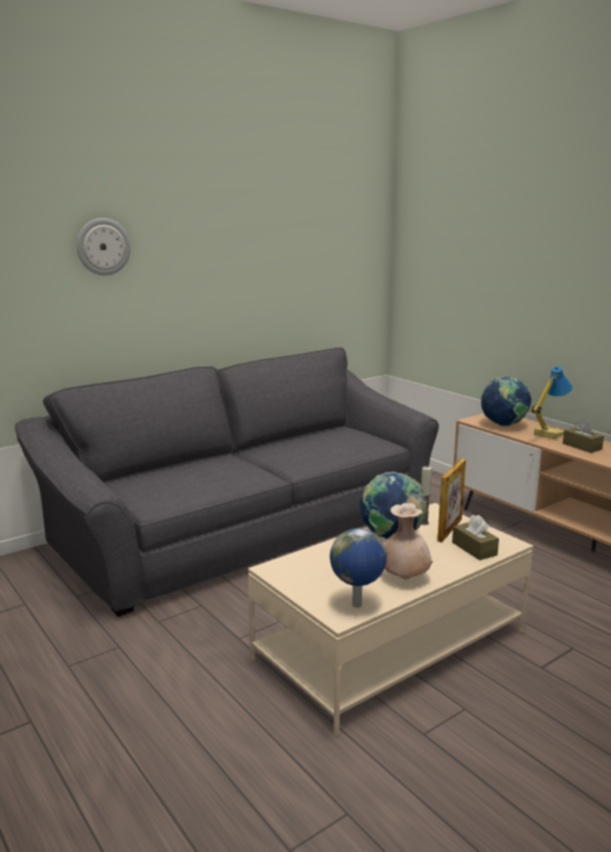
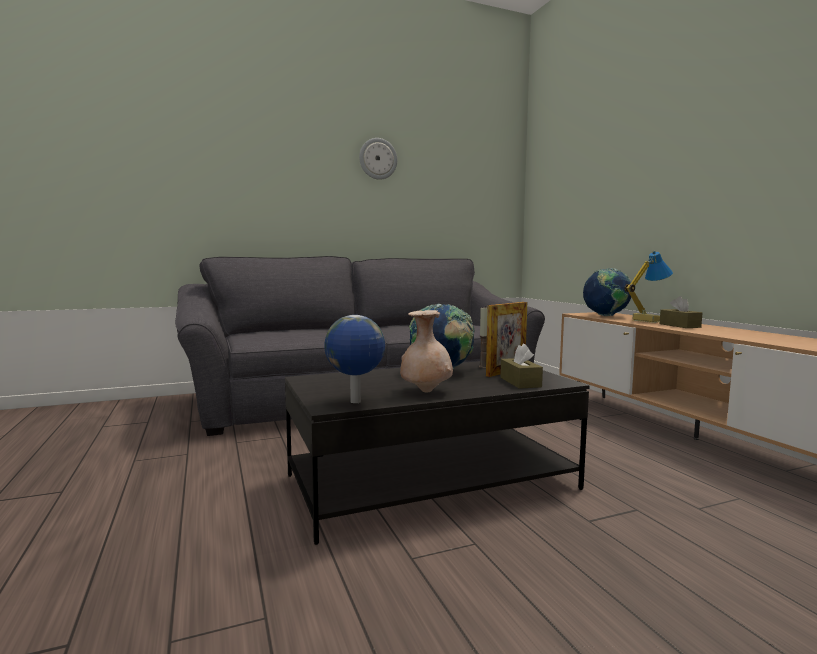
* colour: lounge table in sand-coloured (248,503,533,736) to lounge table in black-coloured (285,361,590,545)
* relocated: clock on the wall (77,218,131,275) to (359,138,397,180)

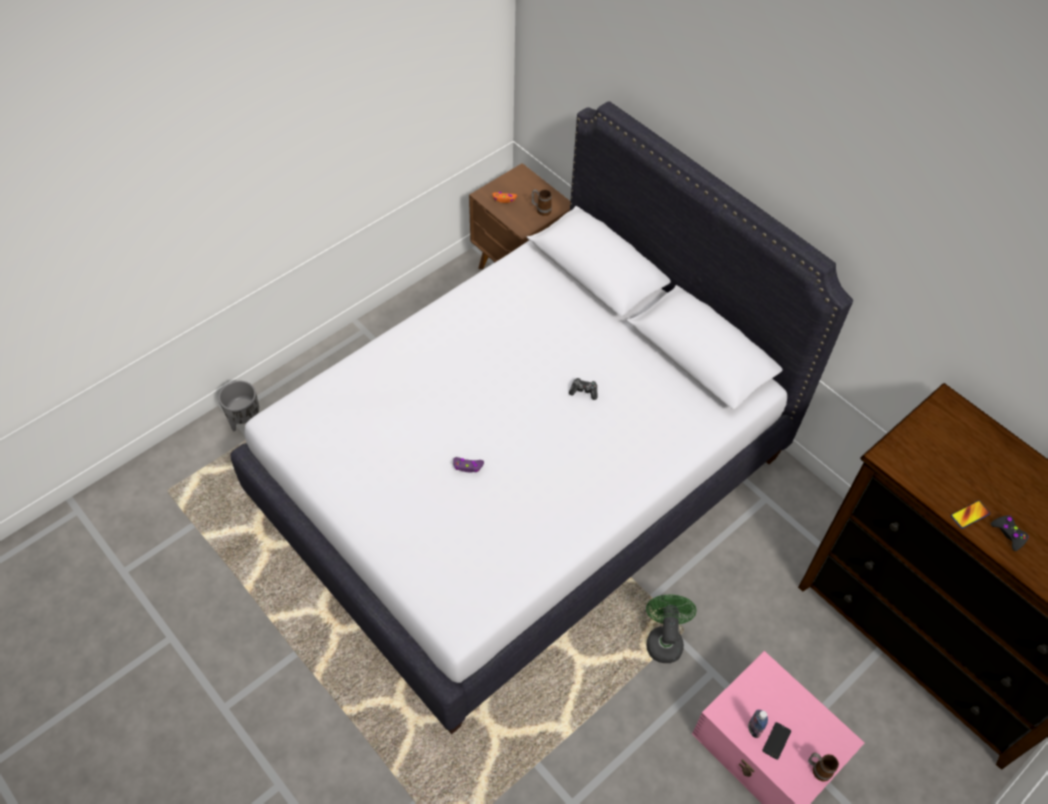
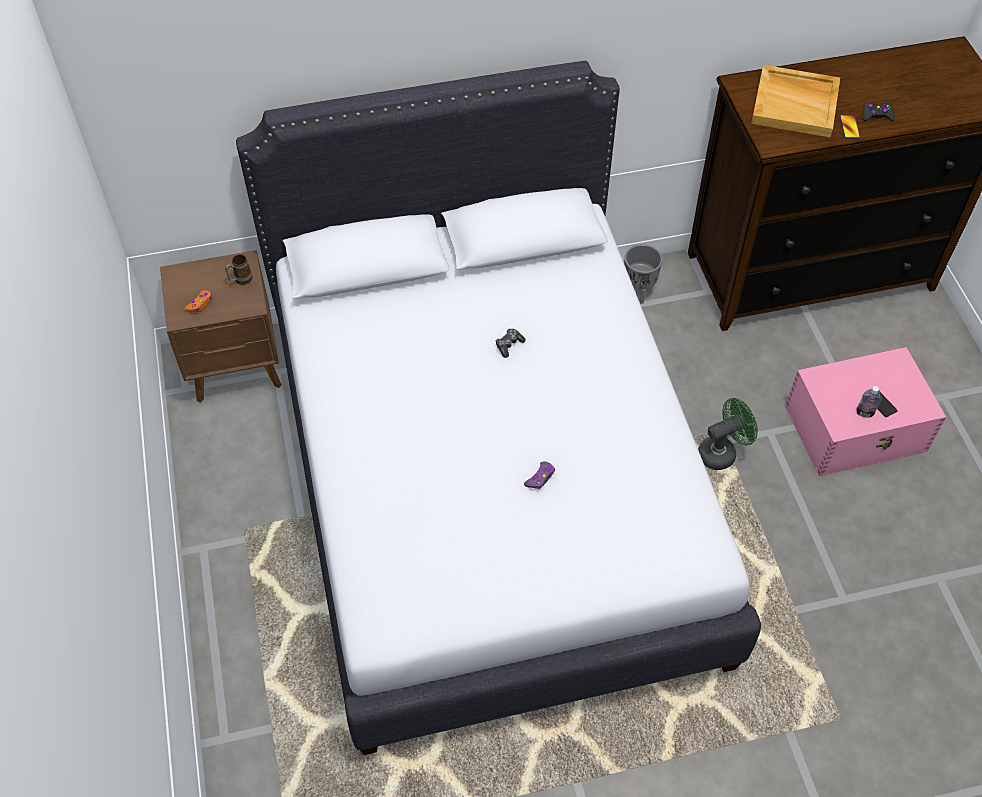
* relocated: flower pot in greyish (218,381,259,432) to (624,244,662,304)
* spun: electric fan in green (646,594,697,663) = (698,398,758,470) 120 degrees clockwise
* appeared: carrying tray in sand-coloured (751,65,840,137)
* missing: coffee mug (808,753,839,781)

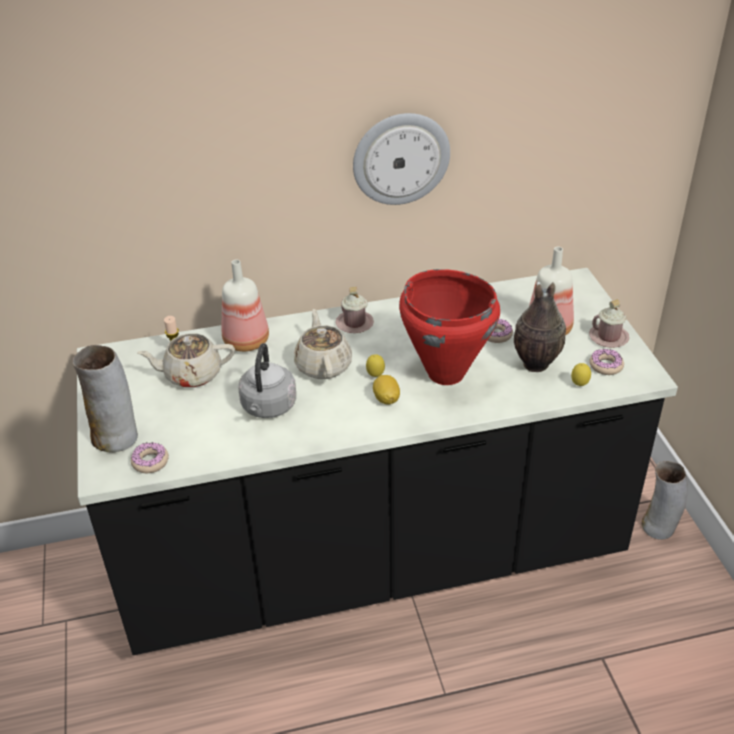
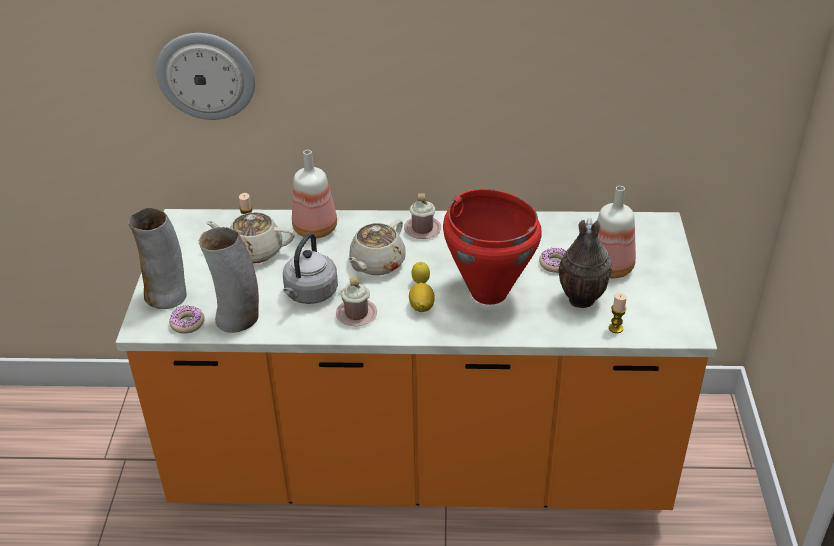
* colour: kitchen counter in black-coloured (77,268,678,655) to kitchen counter in orange (116,209,717,510)
* relocated: clock on the wall (353,113,450,205) to (156,33,255,120)
* relocated: vase (642,461,688,540) to (199,227,259,332)
* relocated: coffee mug in pink-coloured (589,299,629,348) to (336,277,377,326)
* spun: pot for tea in sand-coloured (294,309,352,379) = (346,219,406,275) 150 degrees counterclockwise
* exchanged: citrus fruit (571,363,591,386) to candle (609,293,627,333)
* missing: ring doughnut (590,349,624,375)

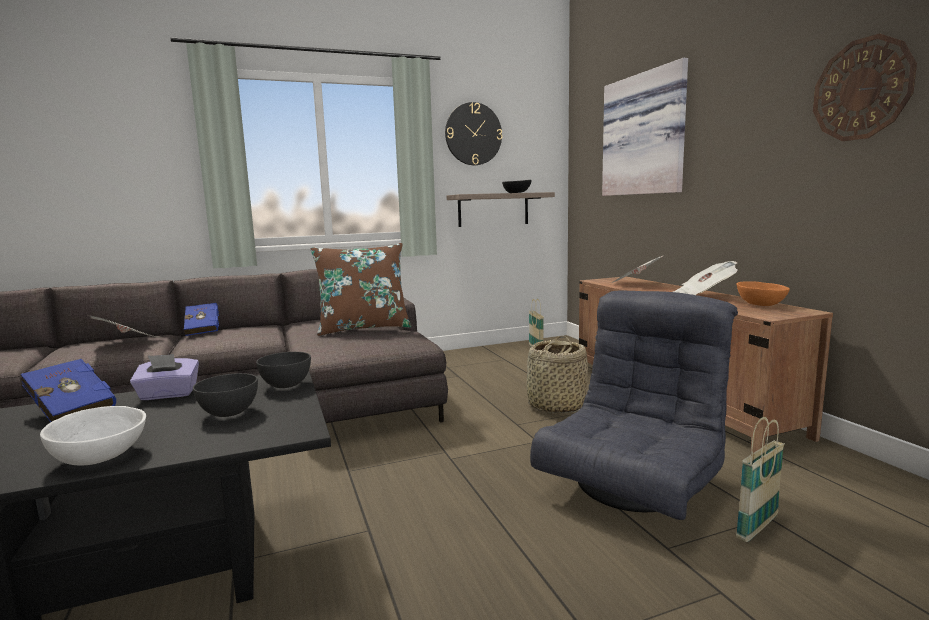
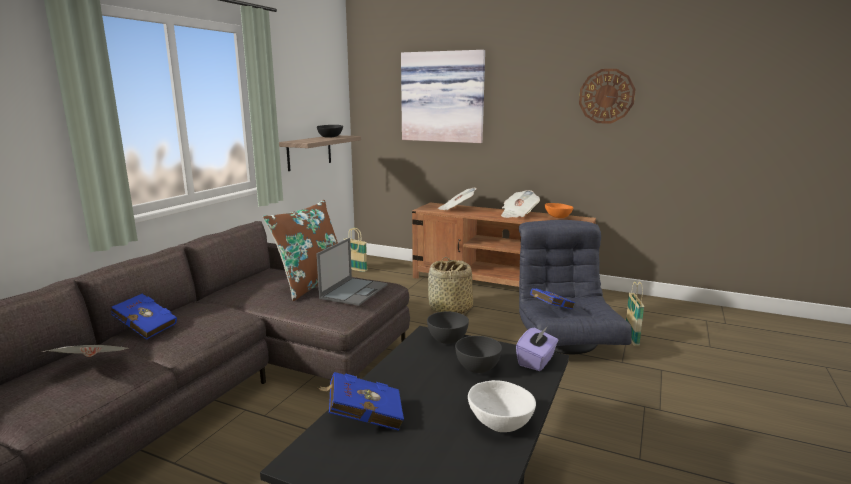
* appeared: laptop (316,238,387,306)
* relocated: tissue box in purplish (130,354,199,400) to (516,326,558,371)
* appeared: book in blue-coloured (530,288,575,309)
* missing: clock on the wall (445,102,502,165)

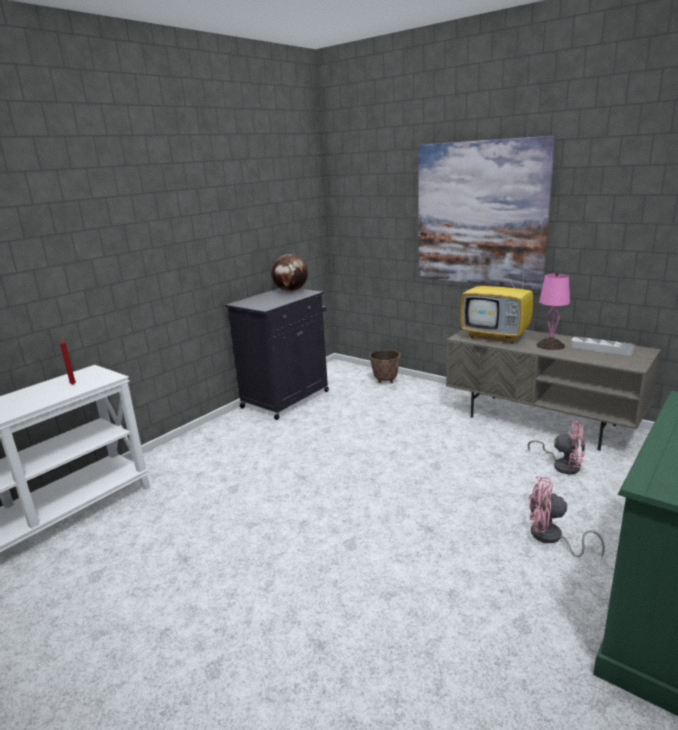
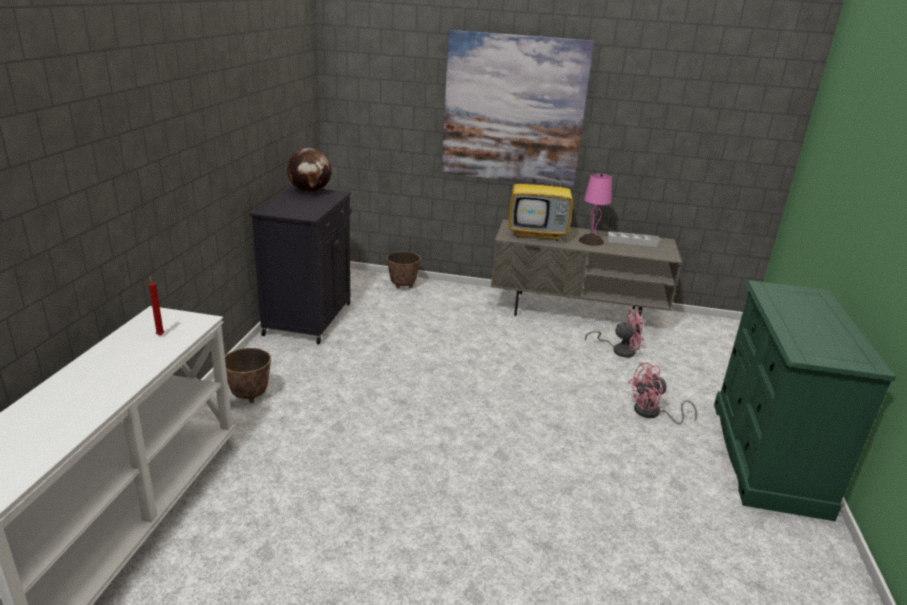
* appeared: flower pot (225,348,271,403)

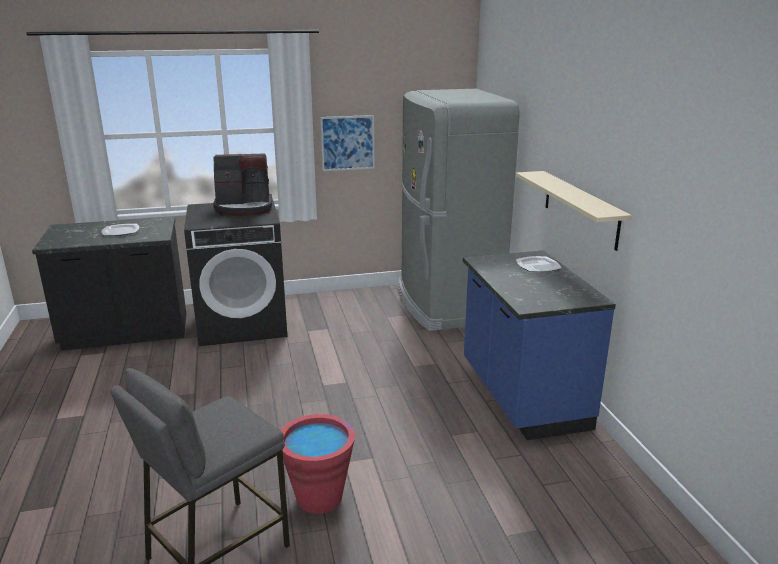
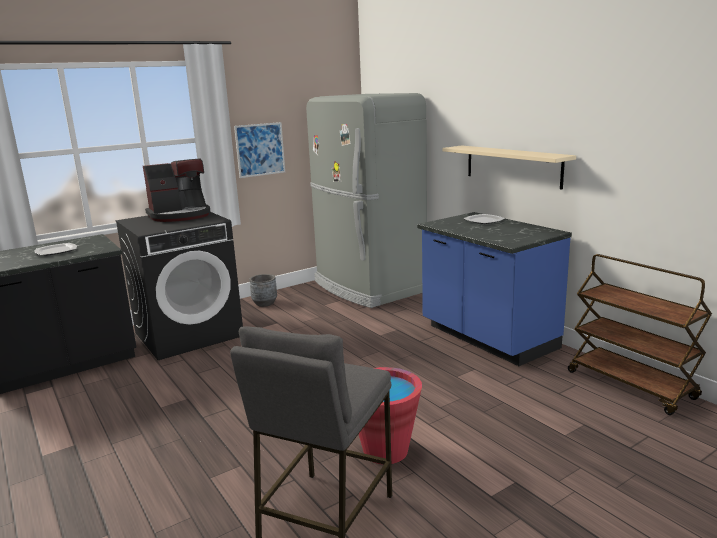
* appeared: flower pot in greyish (249,274,277,307)
* appeared: cart in brownish (568,254,712,415)

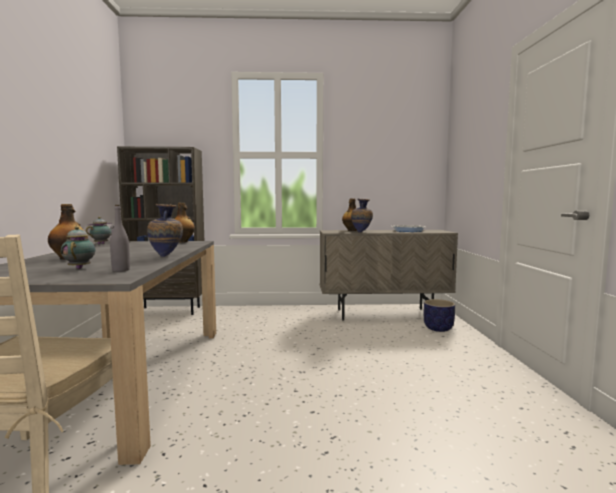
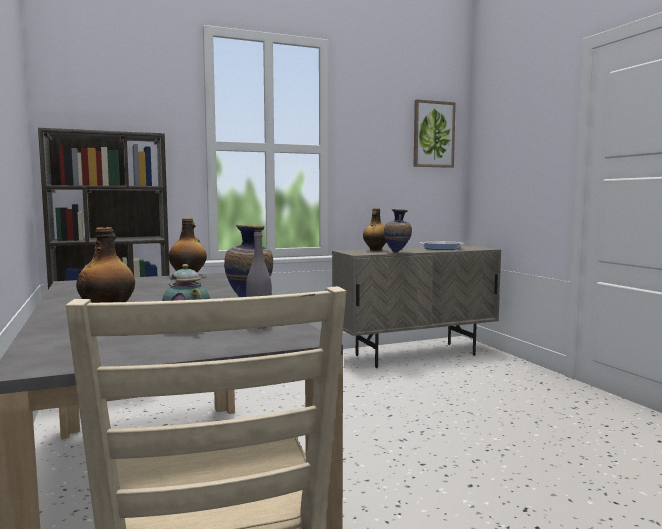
* appeared: wall art (414,99,456,168)
* missing: pot for tea (86,217,114,244)
* missing: flower pot (424,299,455,332)

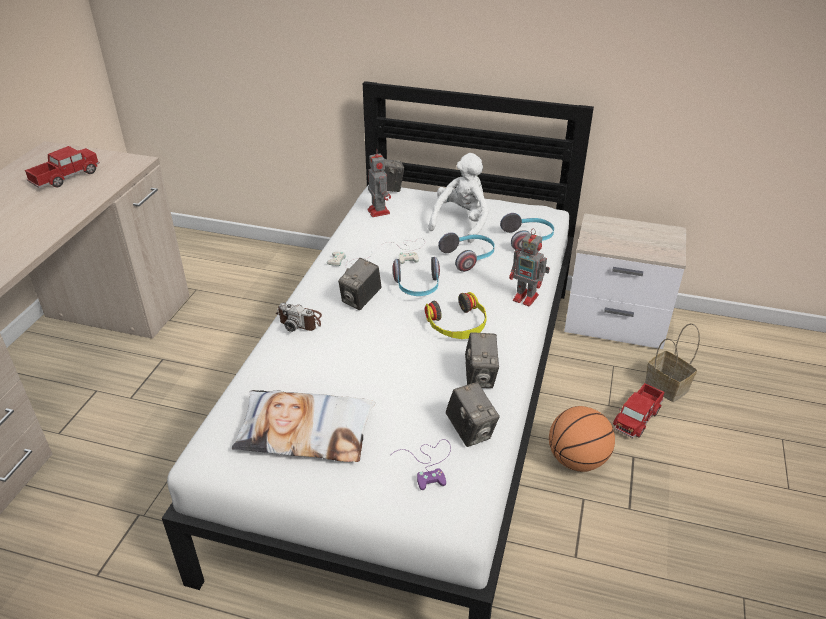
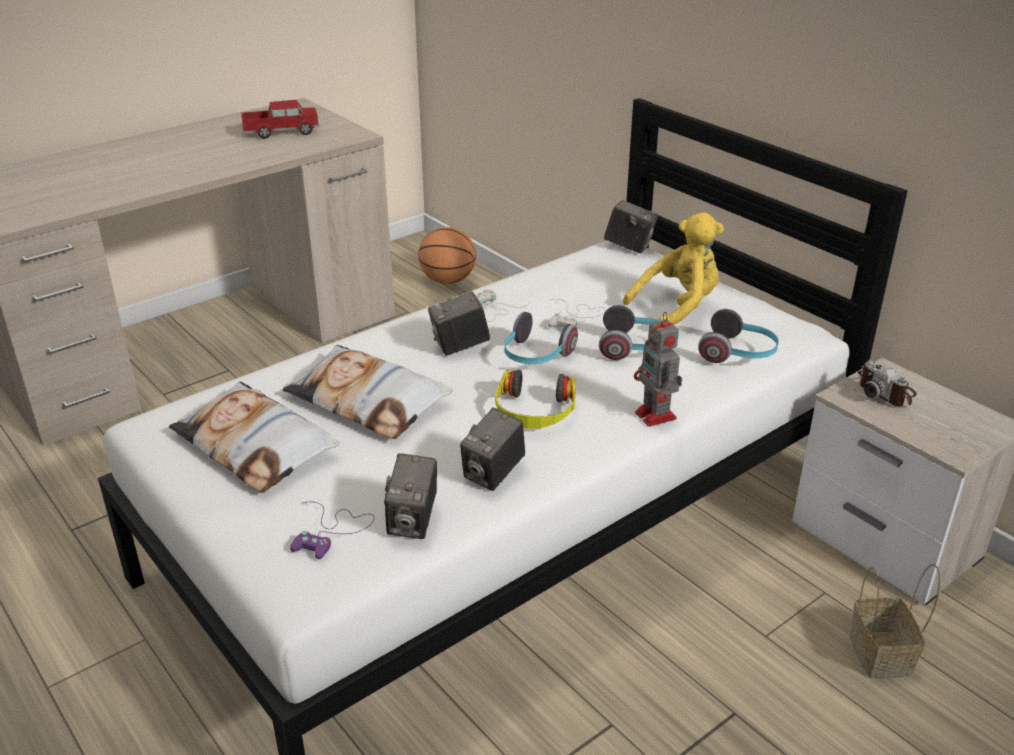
* appeared: pillow (283,345,453,439)
* relocated: basketball ball (549,406,615,472) to (418,227,476,284)
* colour: plush toy in white (428,153,489,243) to plush toy in yellow-coloured (623,212,724,325)
* relocated: photo camera (276,303,322,332) to (858,360,917,406)
* missing: robot figure (367,148,391,217)
* missing: model truck (613,383,665,438)

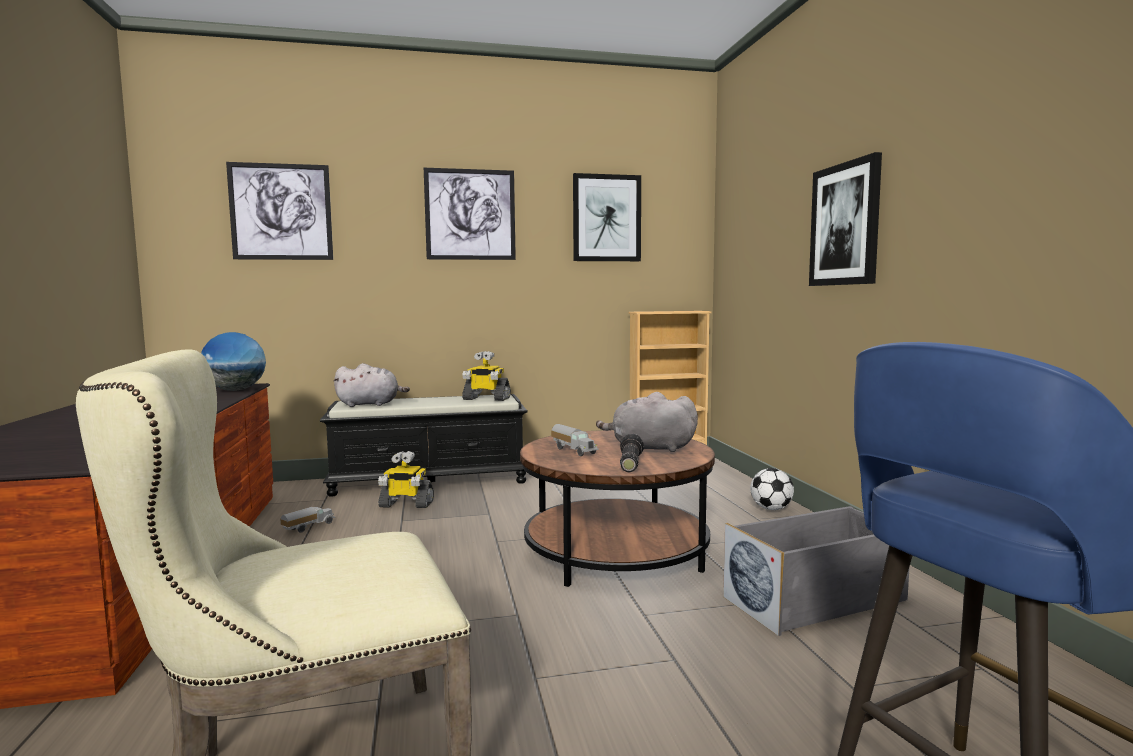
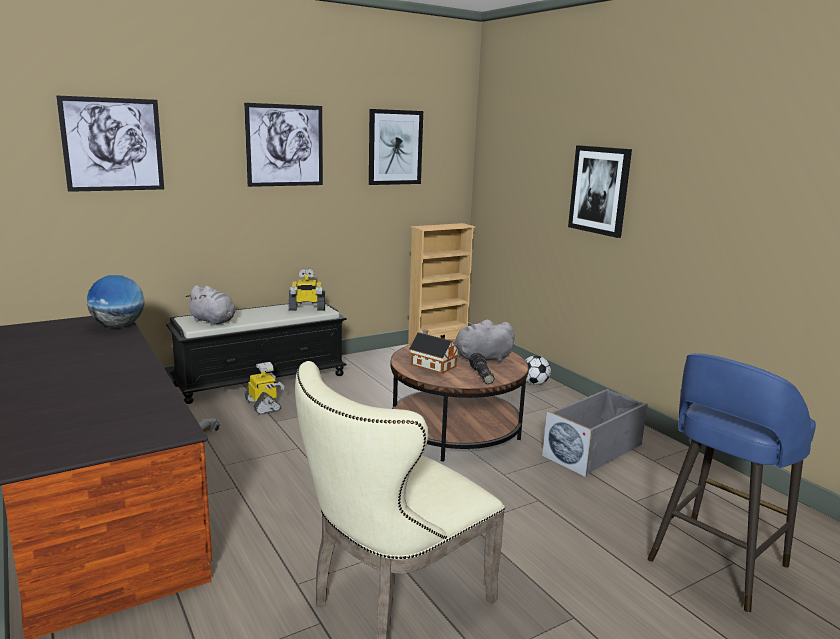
* spun: plush toy in greyish (333,363,410,407) = (186,285,236,326) 60 degrees clockwise
* spun: robot figure (378,451,434,508) = (245,362,285,415) 105 degrees counterclockwise
* exchanged: model truck (551,424,599,456) to model house (409,330,459,374)

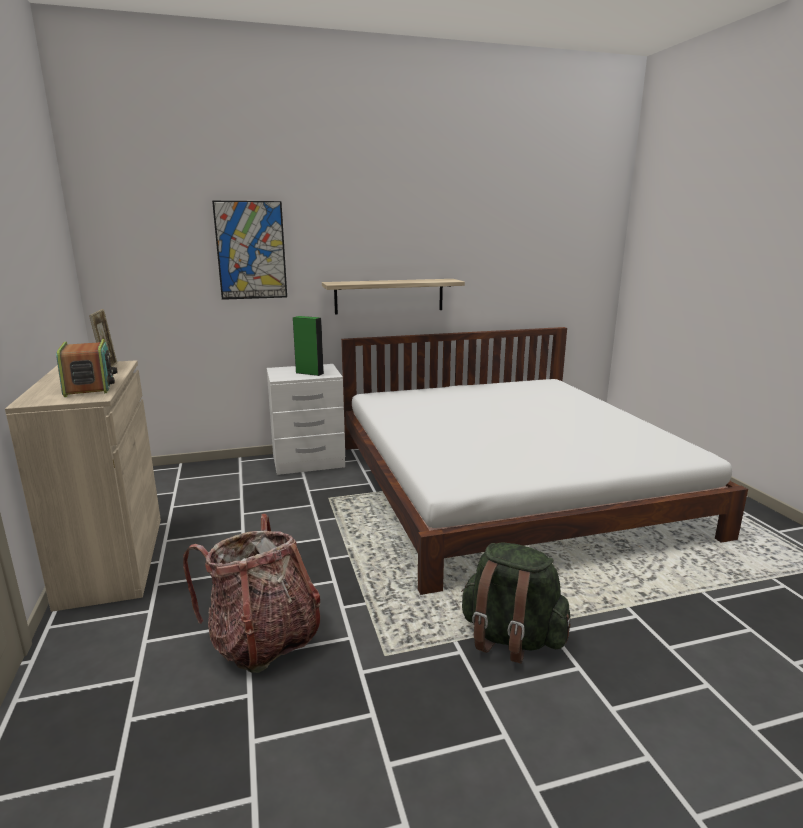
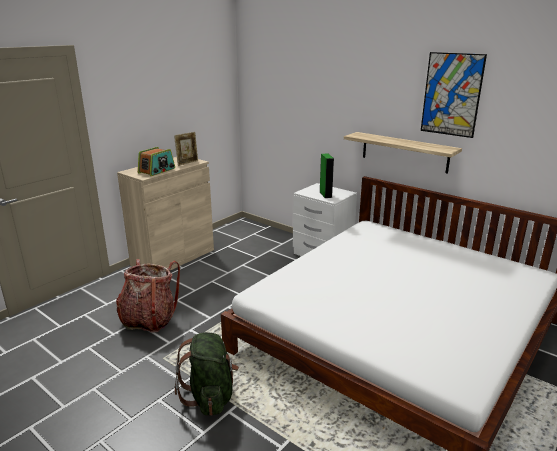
* relocated: wall art (212,201,287,300) to (421,52,487,138)

